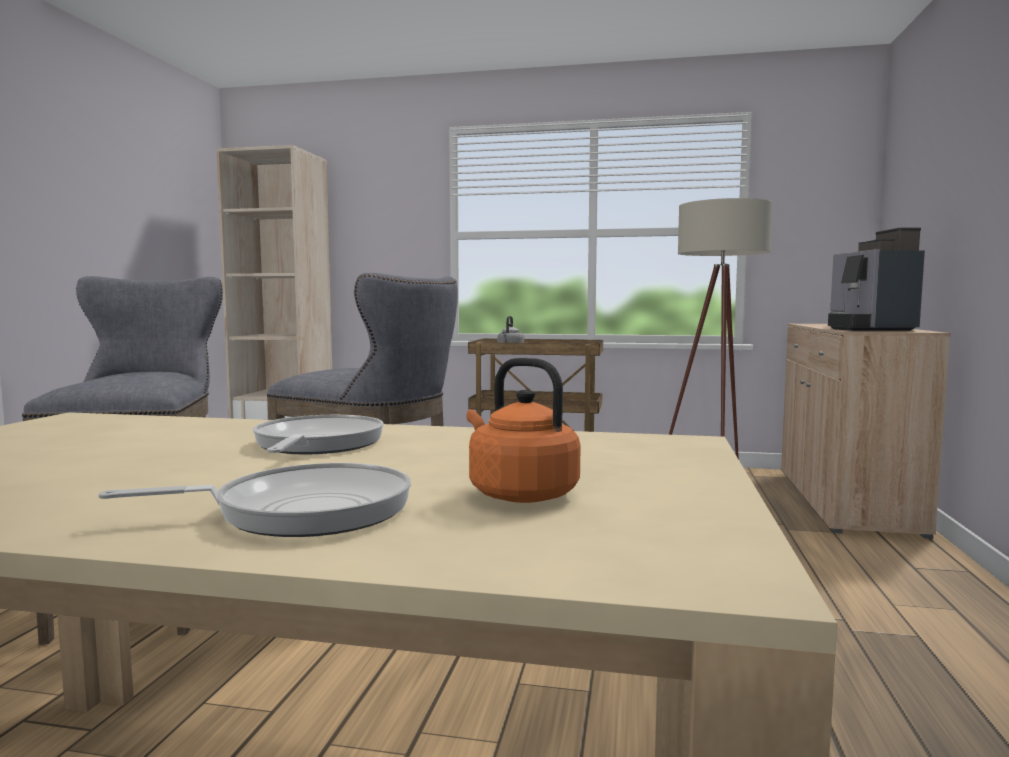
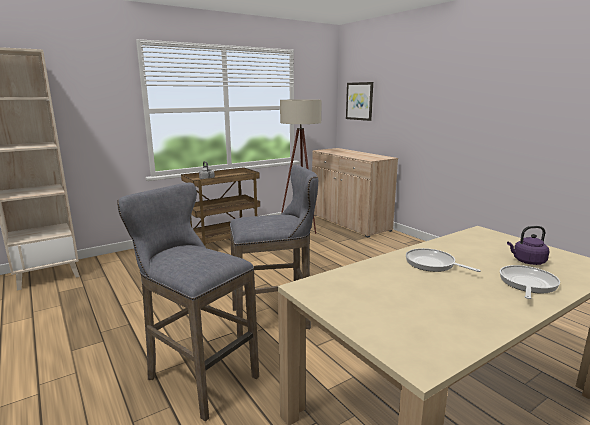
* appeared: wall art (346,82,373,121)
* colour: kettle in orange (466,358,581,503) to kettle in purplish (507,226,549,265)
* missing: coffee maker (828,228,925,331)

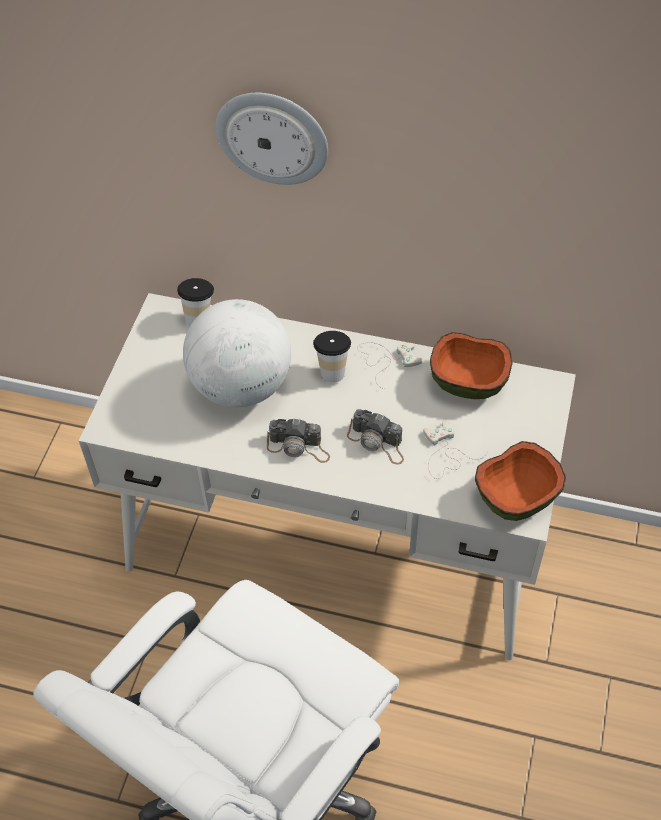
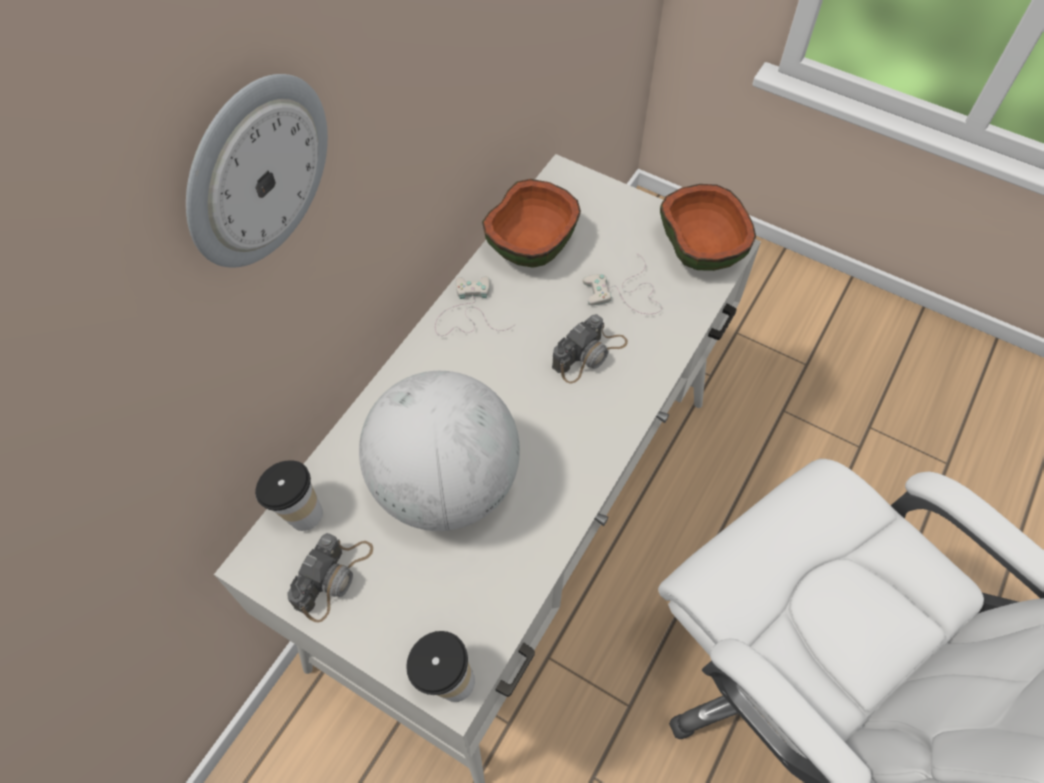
* relocated: photo camera (267,418,330,463) to (287,533,373,623)
* relocated: small cup (313,331,351,383) to (406,631,475,702)

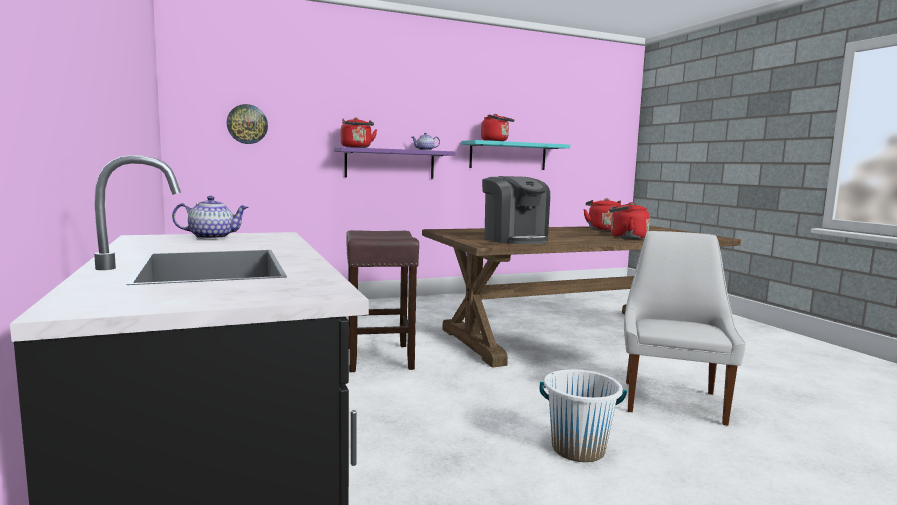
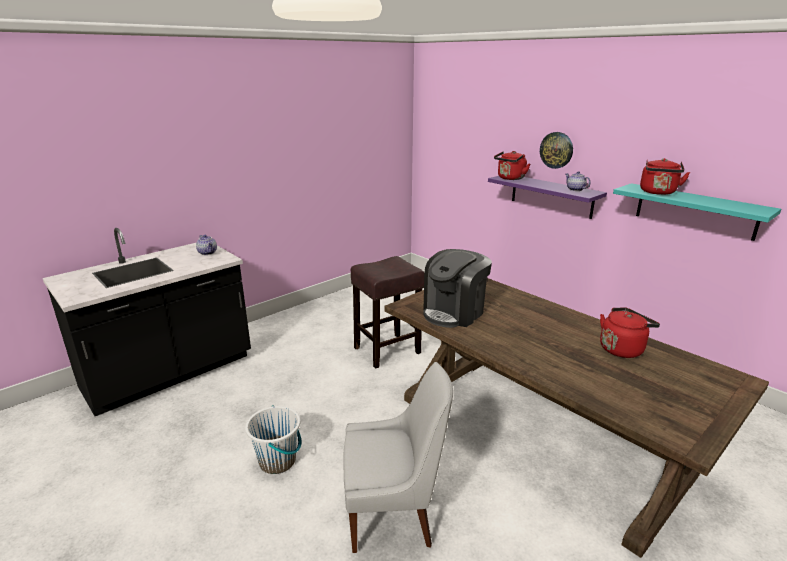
* relocated: clock on the wall (227,104,268,144) to (540,132,573,169)
* missing: kettle in red-coloured (609,202,650,239)

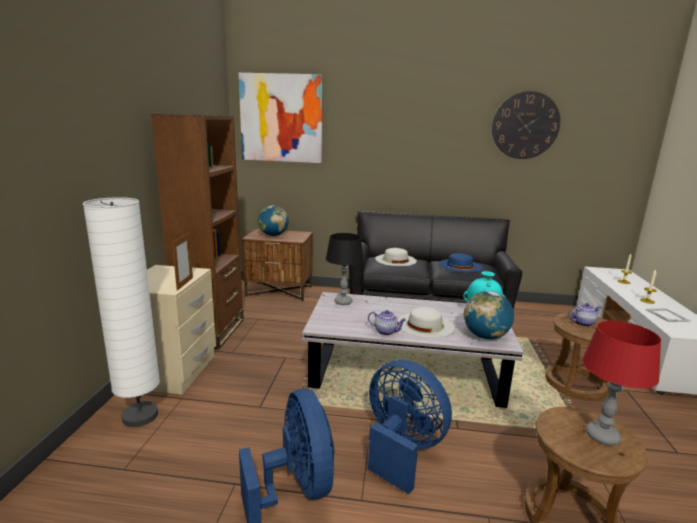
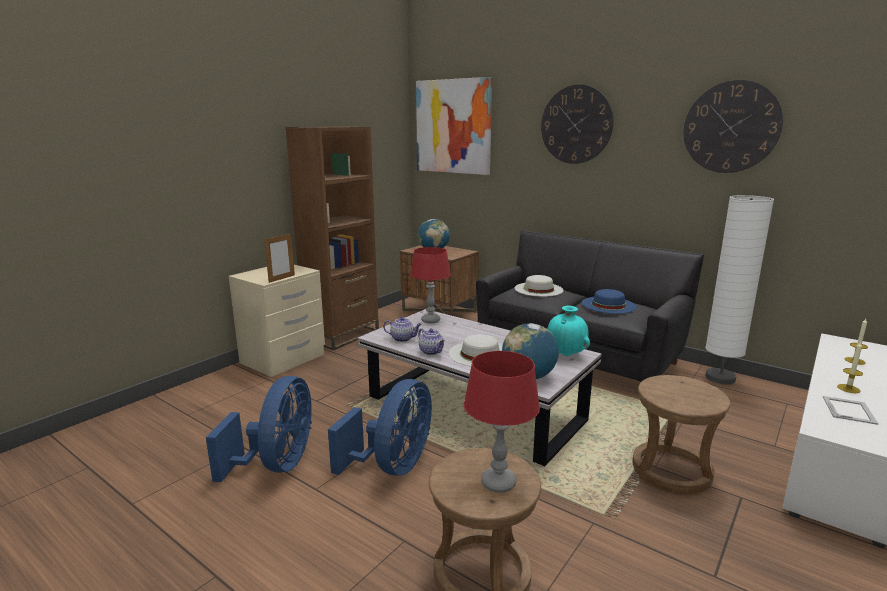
* spun: electric fan in blue-coloured (368,360,452,494) = (328,379,432,476) 45 degrees clockwise
* relocated: pot for tea (570,303,601,327) to (383,317,422,342)
* colour: tabletop lamp in black-coloured (326,233,364,305) to tabletop lamp in red-coloured (410,247,451,323)
* appeared: clock on the wall (541,84,613,164)
* relocated: floor lamp in white (83,197,160,427) to (705,195,774,384)

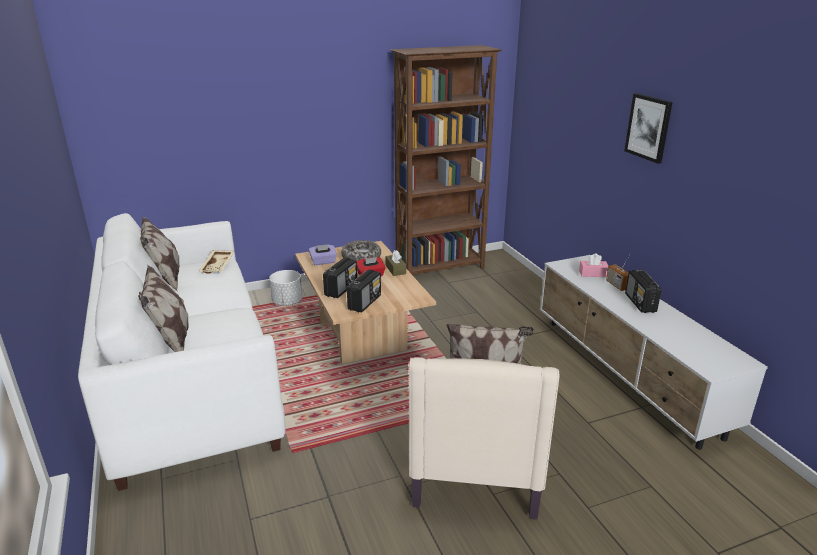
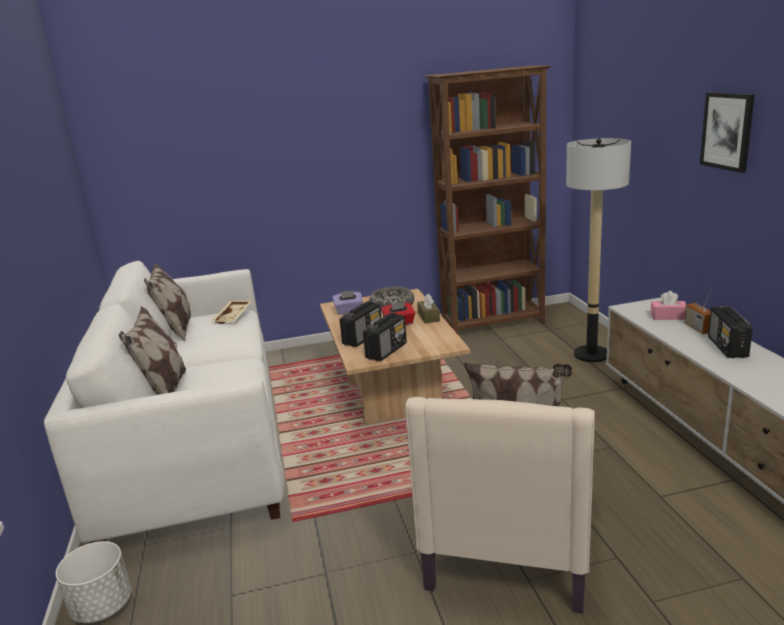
* relocated: flower pot in white (269,270,303,306) to (56,541,131,623)
* appeared: floor lamp (566,138,631,362)

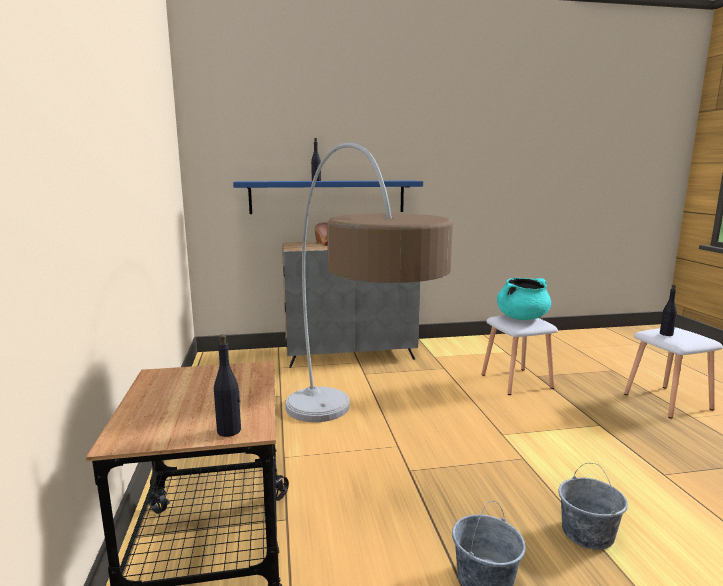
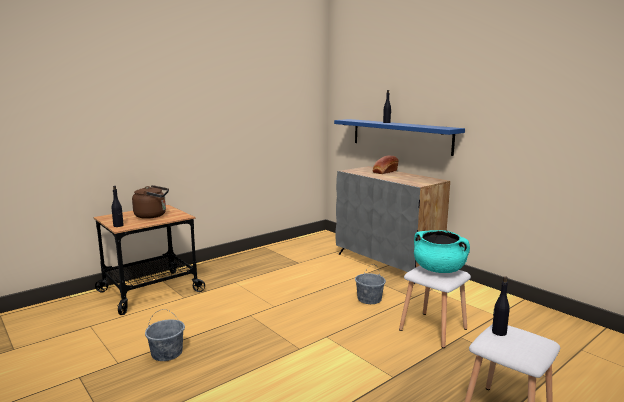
* appeared: kettle in brownish (132,185,169,219)
* relocated: water bucket in greyish (558,463,628,550) to (355,264,386,304)
* missing: floor lamp (285,143,453,422)

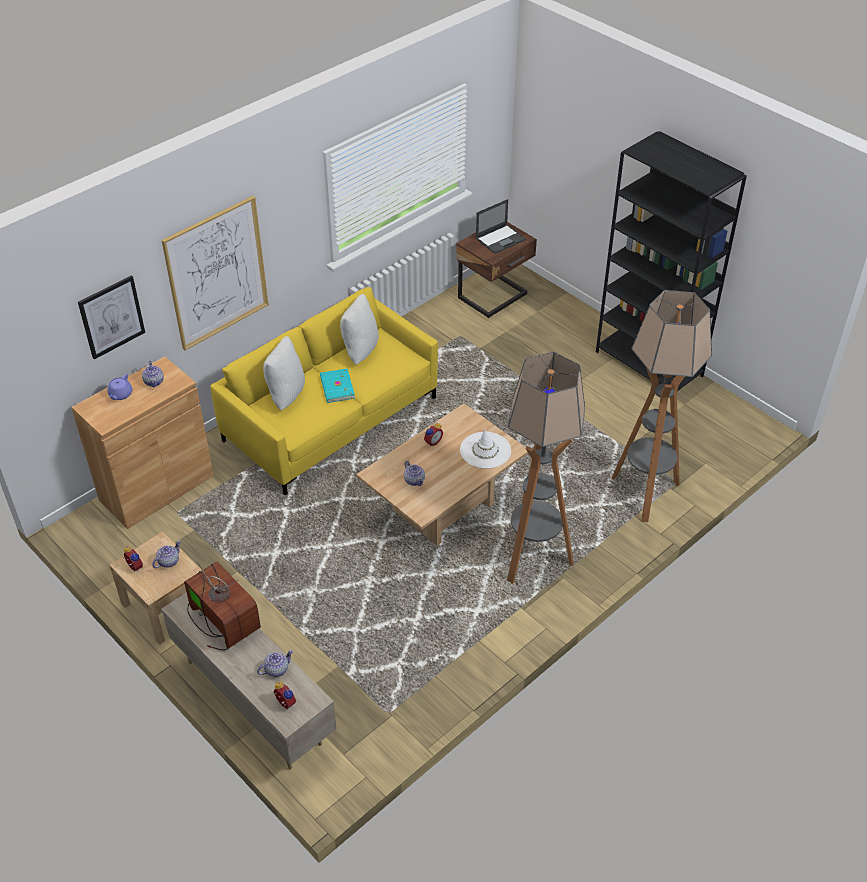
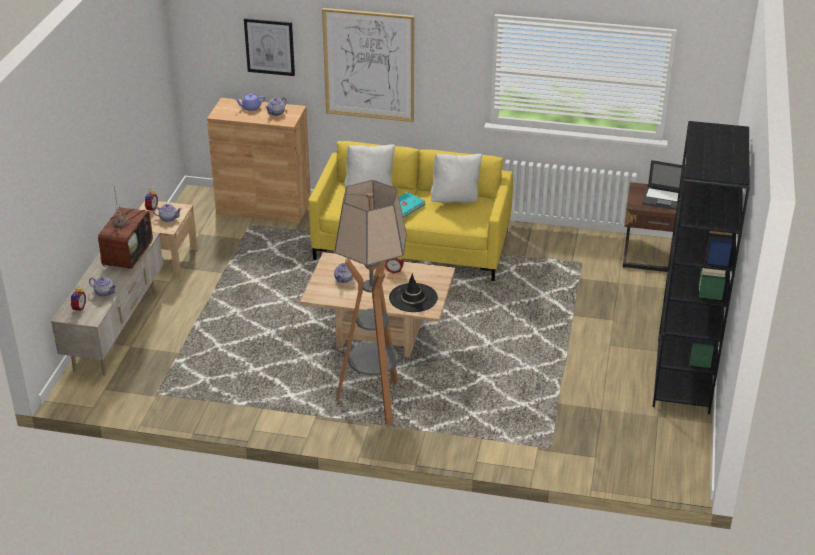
* colour: hat in white (460,429,511,469) to hat in black-coloured (389,273,438,312)
* missing: floor lamp (612,290,712,522)

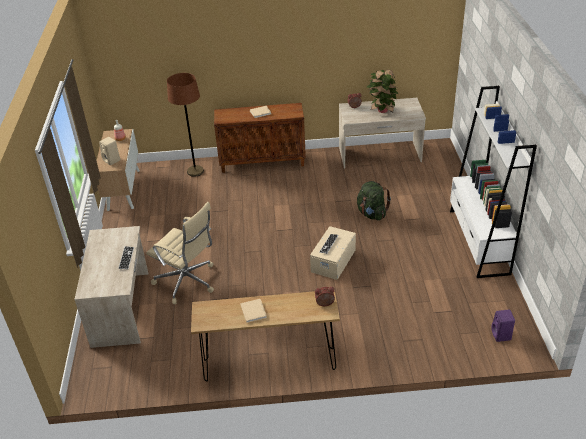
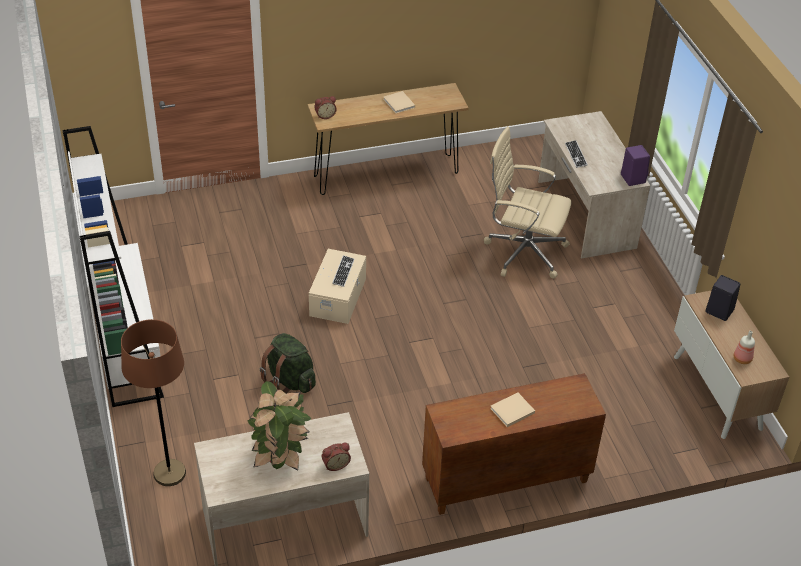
* relocated: floor lamp in brownish (167,73,204,177) to (121,319,186,486)
* relocated: audio speaker in purplish (491,310,515,342) to (621,145,650,186)
* colour: audio speaker in sand-coloured (99,137,120,165) to audio speaker in black-coloured (705,275,740,321)

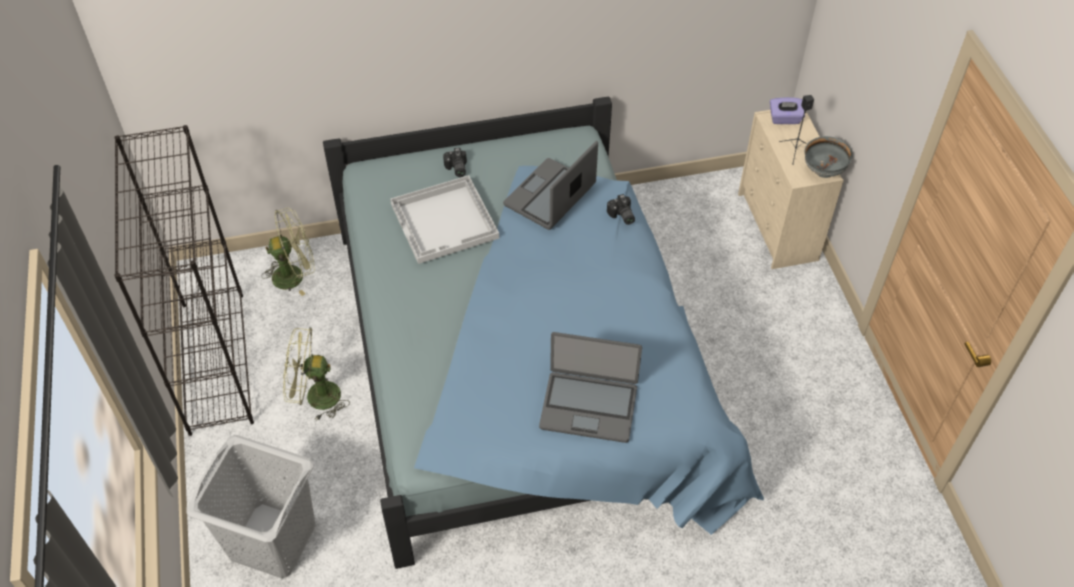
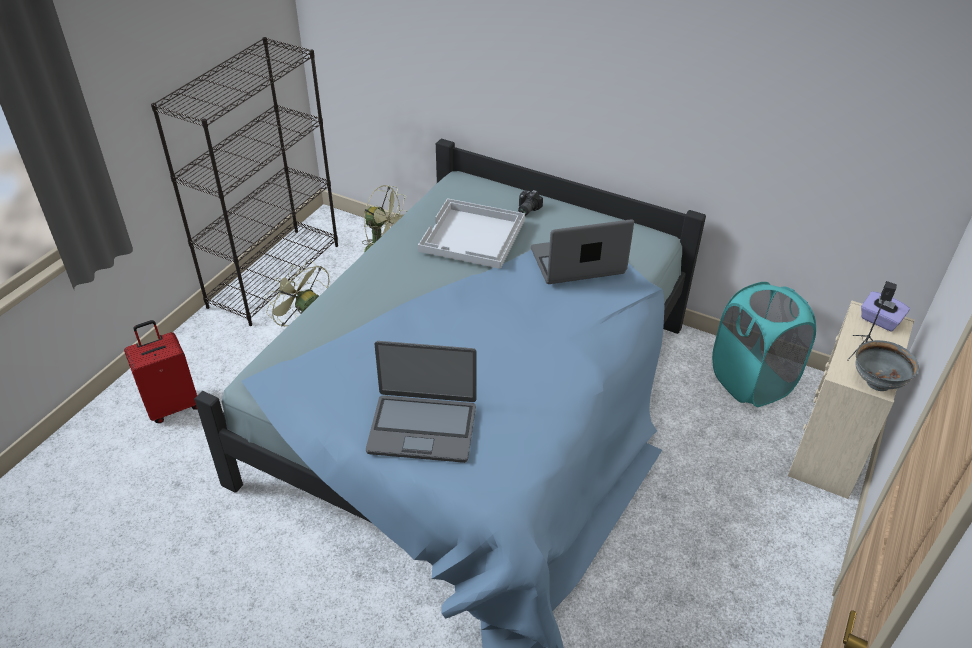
* exchanged: hamper in greyish (186,435,315,578) to travel case in red-coloured (124,320,197,423)
* spun: laptop (539,332,642,443) = (366,341,477,463) 45 degrees counterclockwise
* appeared: hamper in turquoise-coloured (712,282,816,407)
* missing: photo camera (607,194,635,225)

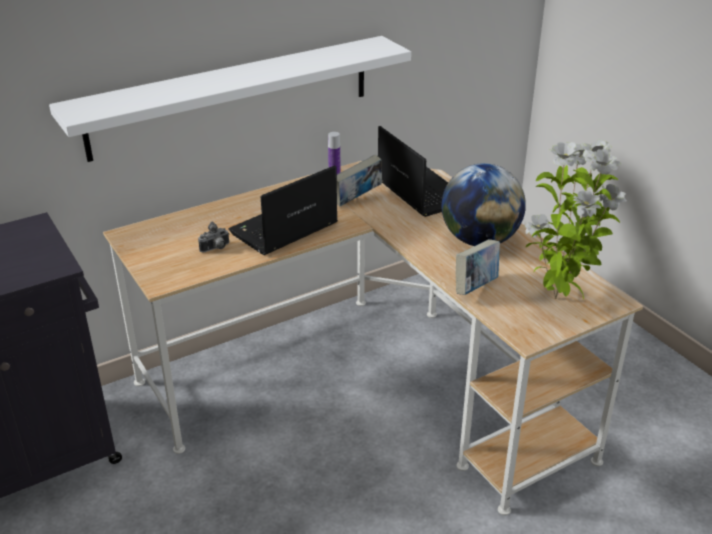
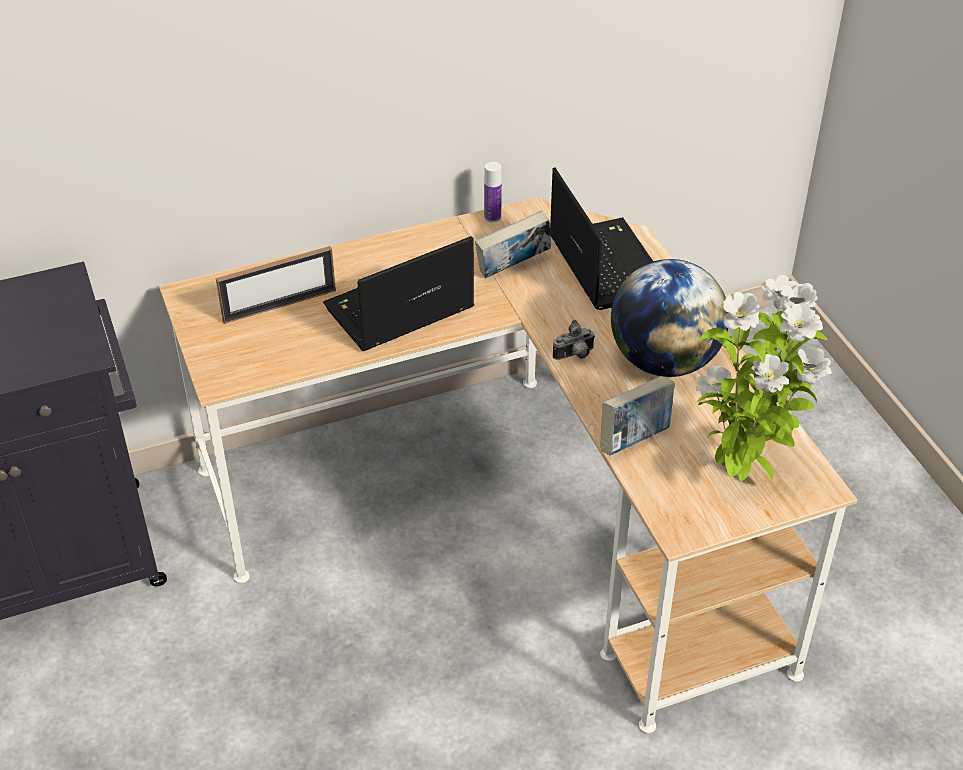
* appeared: photo frame (216,246,336,324)
* relocated: photo camera (198,222,229,252) to (553,320,595,360)
* missing: shelf in white (49,36,411,162)

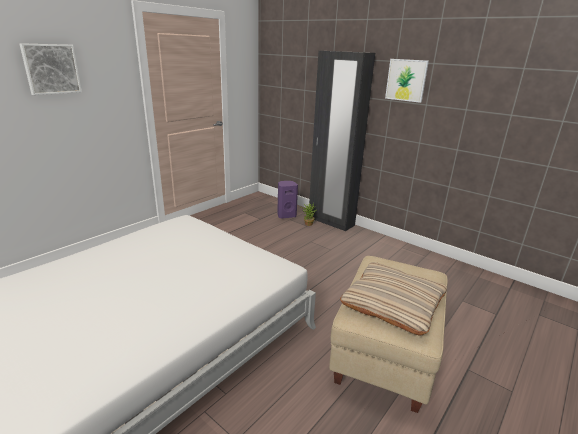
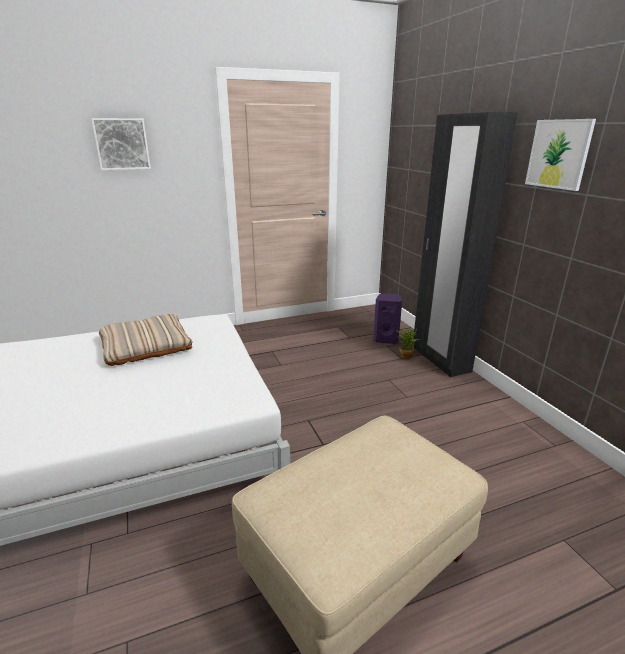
* relocated: pillow in sand-coloured (340,262,447,336) to (99,314,193,366)

